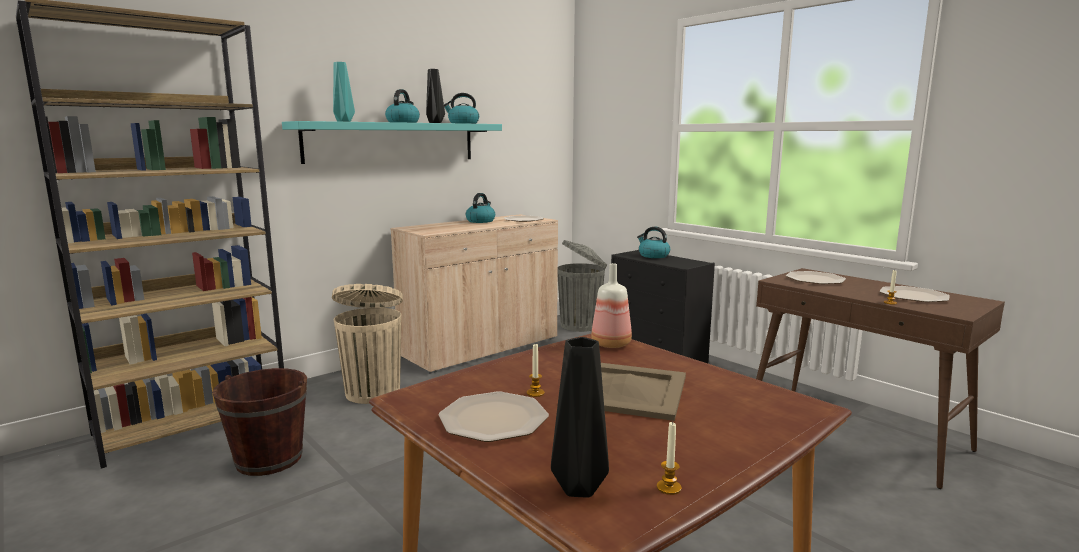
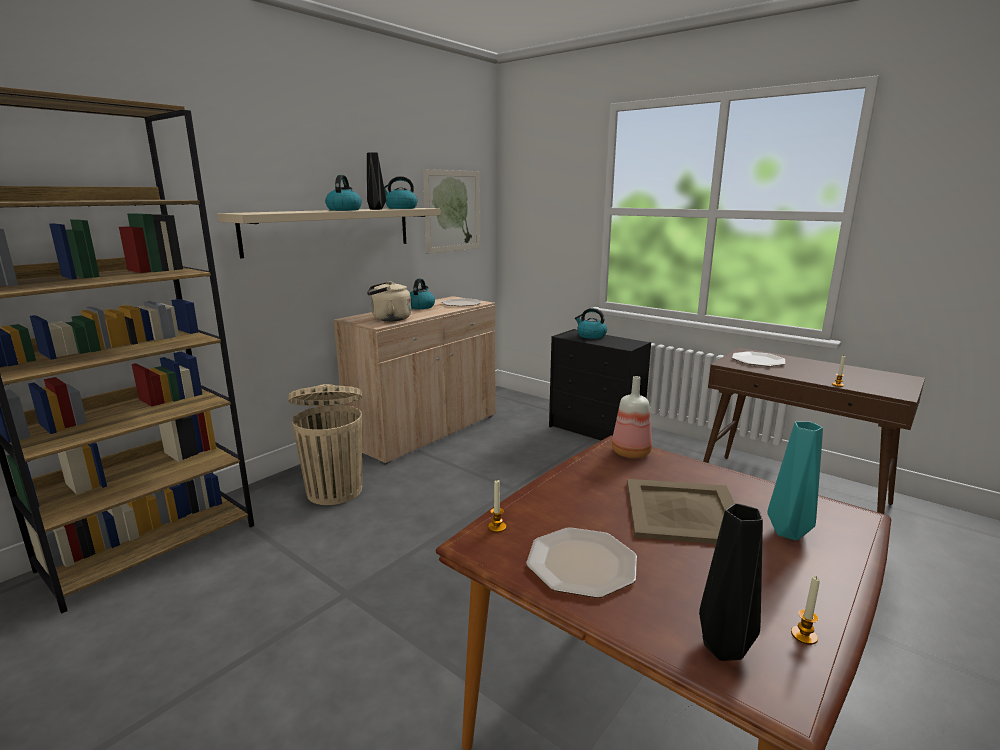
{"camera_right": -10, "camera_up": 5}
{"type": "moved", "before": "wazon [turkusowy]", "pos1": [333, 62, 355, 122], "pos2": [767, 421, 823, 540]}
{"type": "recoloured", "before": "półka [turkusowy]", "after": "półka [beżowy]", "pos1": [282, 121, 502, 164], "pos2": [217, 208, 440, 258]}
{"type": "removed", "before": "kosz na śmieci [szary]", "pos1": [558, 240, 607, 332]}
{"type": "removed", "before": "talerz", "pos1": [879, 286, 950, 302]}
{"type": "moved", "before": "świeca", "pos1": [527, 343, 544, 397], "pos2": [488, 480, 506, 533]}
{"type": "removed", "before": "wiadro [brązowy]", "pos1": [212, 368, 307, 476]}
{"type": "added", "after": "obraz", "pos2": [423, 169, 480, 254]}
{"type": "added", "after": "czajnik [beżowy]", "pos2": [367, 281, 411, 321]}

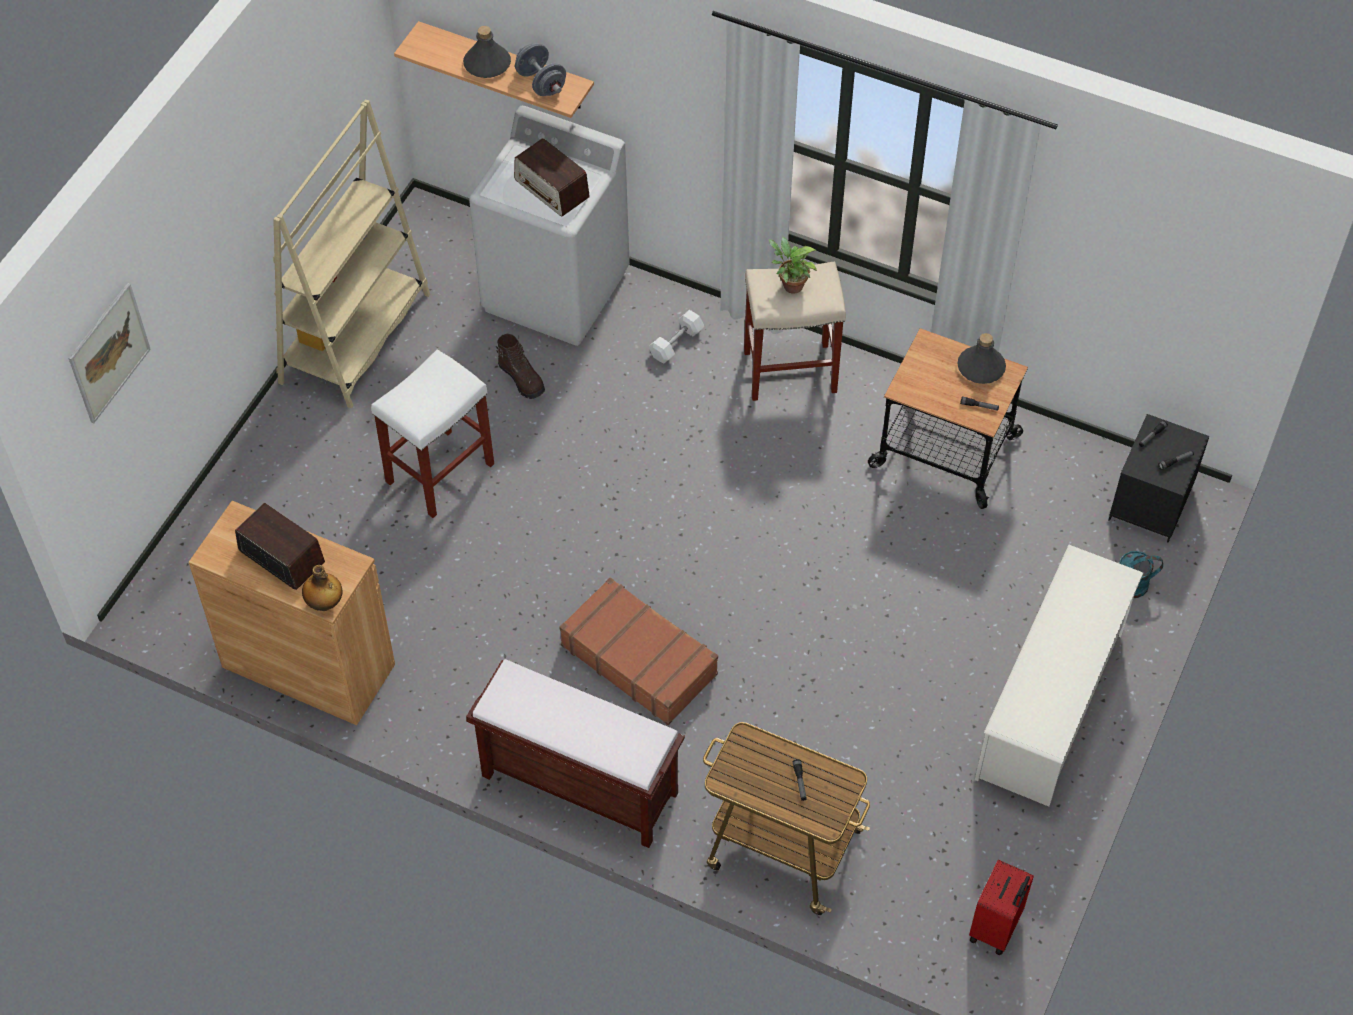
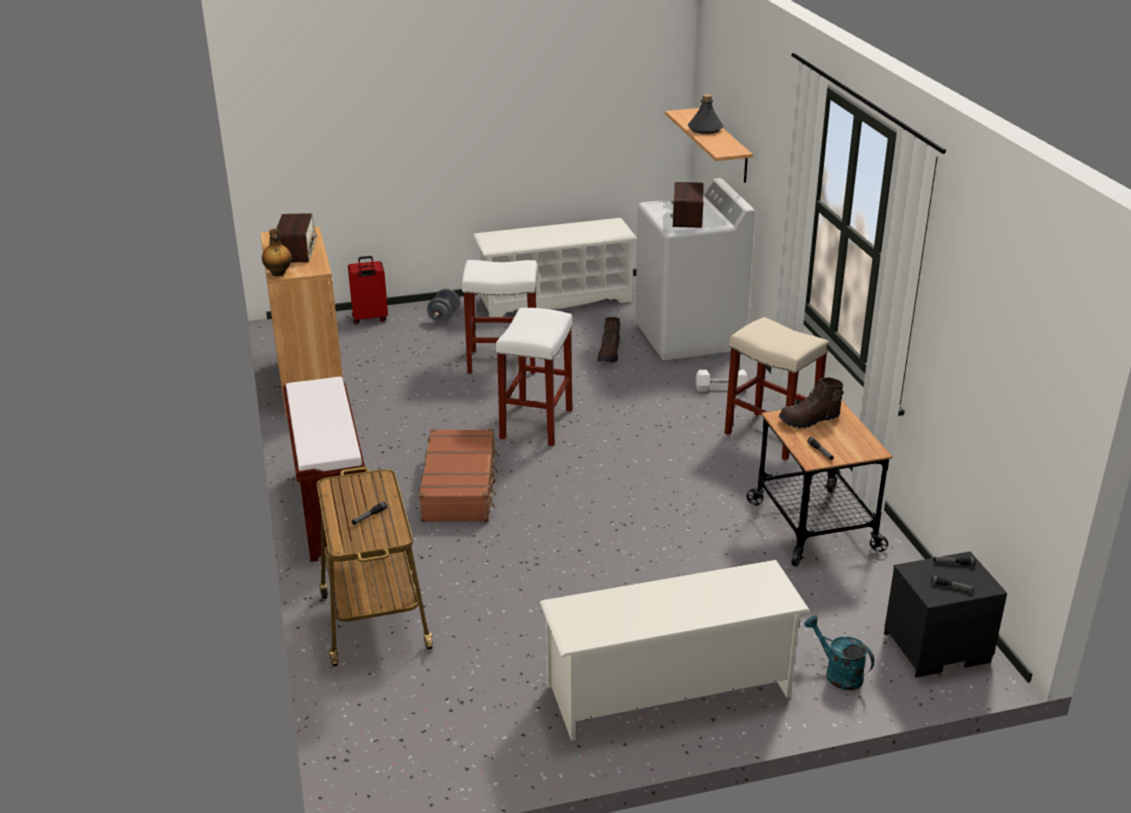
{"camera_right": 50, "camera_up": -25}
{"type": "moved", "before": "hantel [szary]", "pos1": [515, 43, 566, 96], "pos2": [427, 288, 461, 323]}
{"type": "replaced", "before": "regał [beżowy]", "after": "regał na buty [biały]", "pos1": [273, 99, 430, 408], "pos2": [473, 218, 637, 317]}
{"type": "removed", "before": "roślina doniczkowa", "pos1": [768, 237, 817, 294]}
{"type": "removed", "before": "obraz", "pos1": [68, 283, 151, 424]}
{"type": "removed", "before": "butelka [szary]", "pos1": [957, 333, 1006, 384]}
{"type": "moved", "before": "walizka [czerwony]", "pos1": [969, 859, 1034, 955], "pos2": [348, 256, 388, 325]}
{"type": "added", "after": "stołek [biały]", "pos2": [496, 308, 573, 446]}
{"type": "added", "after": "but z cholewką [brązowy]", "pos2": [779, 378, 844, 429]}

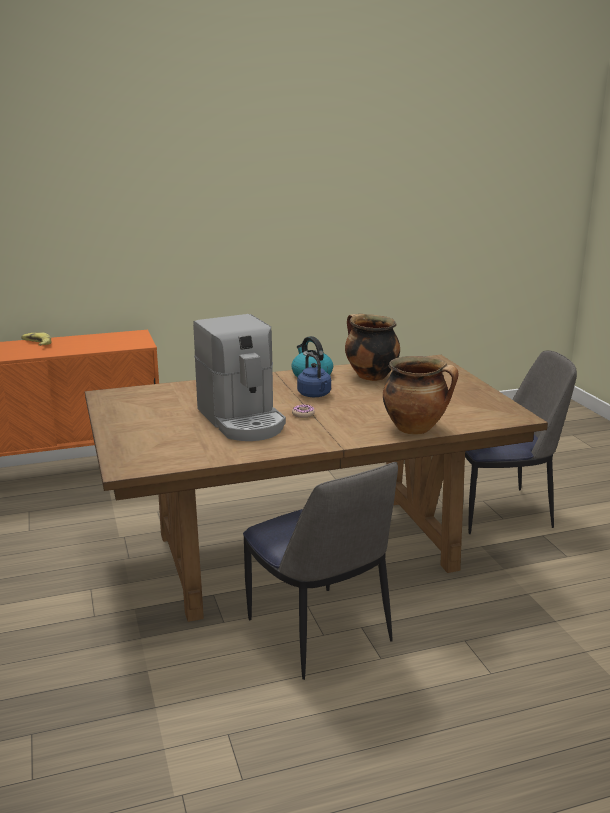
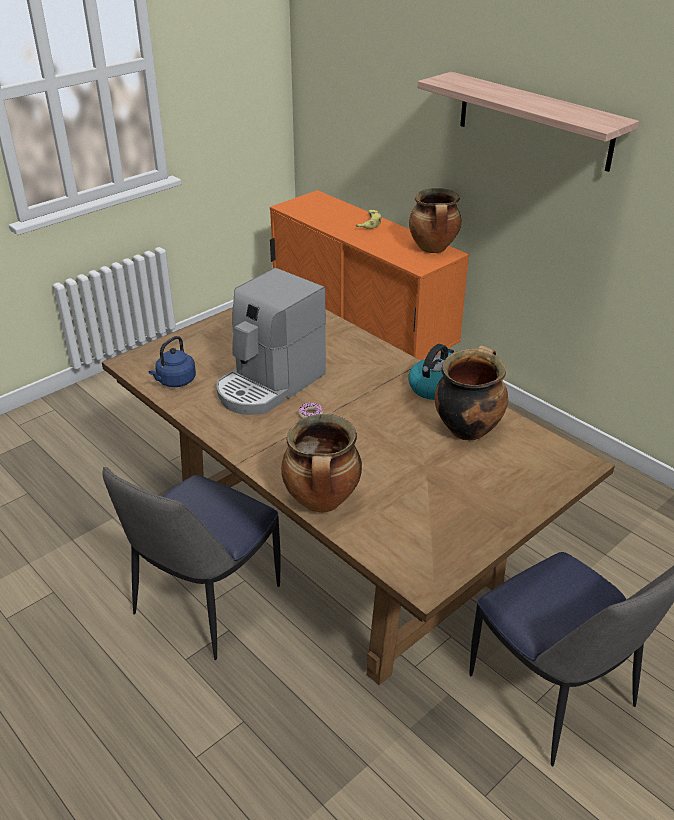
{"camera_right": 65, "camera_up": 15}
{"type": "moved", "before": "czajnik [niebieski]", "pos1": [297, 353, 331, 397], "pos2": [149, 336, 196, 387]}
{"type": "added", "after": "półka", "pos2": [417, 72, 639, 172]}
{"type": "added", "after": "garnek", "pos2": [409, 188, 461, 253]}

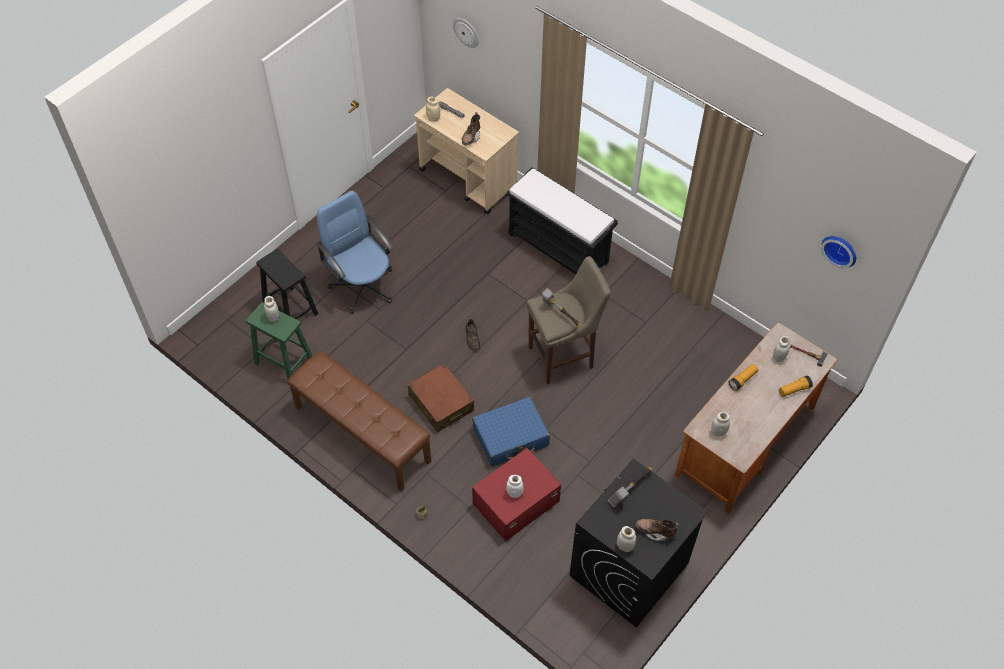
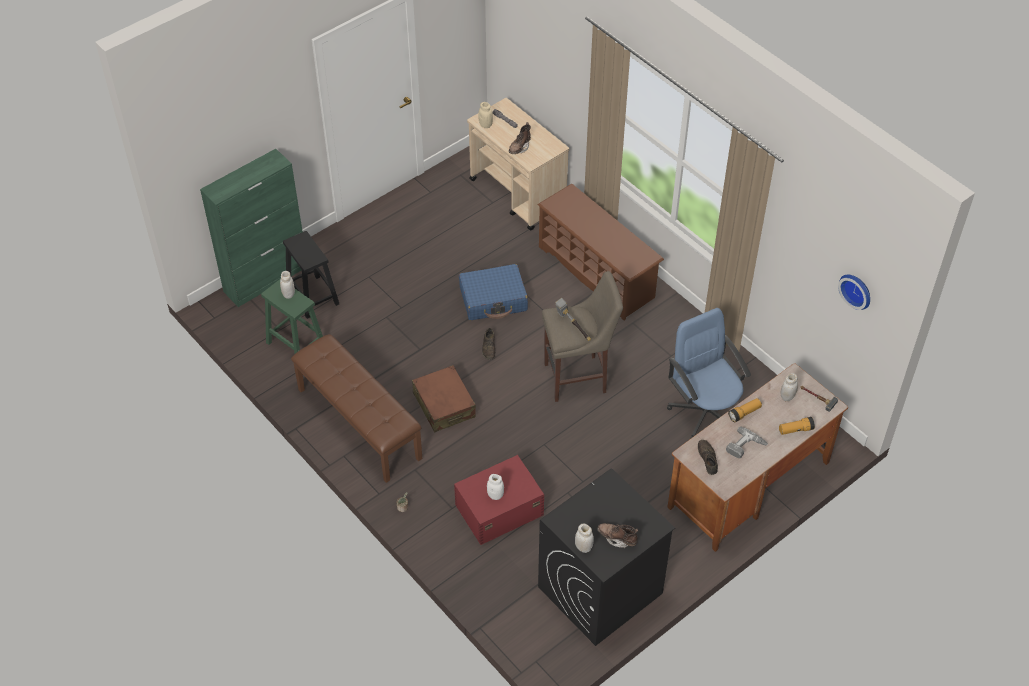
{"camera_right": 10, "camera_up": -5}
{"type": "removed", "before": "zegar ścienny", "pos1": [453, 18, 479, 48]}
{"type": "replaced", "before": "ławka [czarny]", "after": "regał na buty [brązowy]", "pos1": [506, 167, 618, 274], "pos2": [537, 184, 664, 321]}
{"type": "moved", "before": "krzesło biurowe [niebieski]", "pos1": [316, 191, 393, 314], "pos2": [667, 308, 751, 439]}
{"type": "moved", "before": "walizka [niebieski]", "pos1": [472, 397, 550, 466], "pos2": [459, 264, 528, 320]}
{"type": "replaced", "before": "słoik [biały]", "after": "but [brązowy]", "pos1": [711, 412, 730, 437], "pos2": [698, 440, 718, 475]}
{"type": "removed", "before": "młotek", "pos1": [608, 467, 652, 507]}
{"type": "added", "after": "szafka [zielony]", "pos2": [200, 149, 303, 307]}
{"type": "added", "after": "wiertarka", "pos2": [726, 426, 768, 458]}

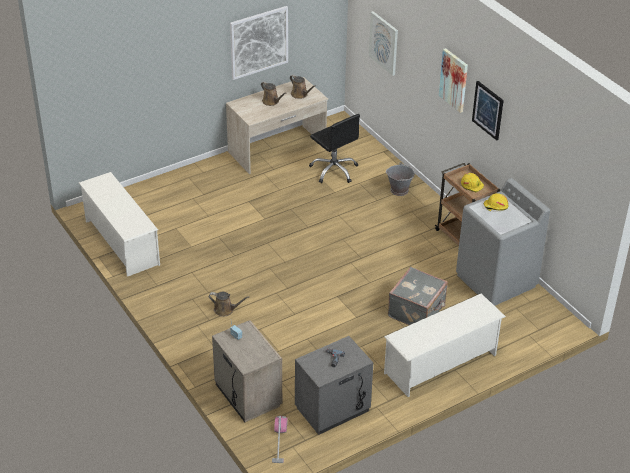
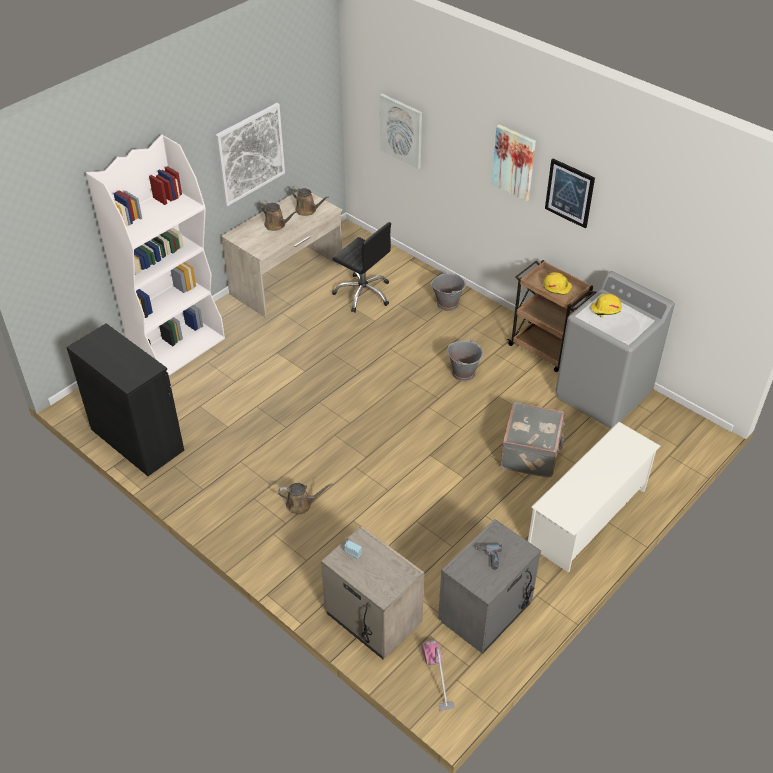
{"camera_right": -15, "camera_up": 5}
{"type": "replaced", "before": "regał na buty [biały]", "after": "szafka [czarny]", "pos1": [79, 172, 160, 277], "pos2": [66, 323, 184, 476]}
{"type": "added", "after": "regał [biały]", "pos2": [86, 135, 225, 375]}
{"type": "added", "after": "wiadro [szary]", "pos2": [448, 339, 483, 381]}

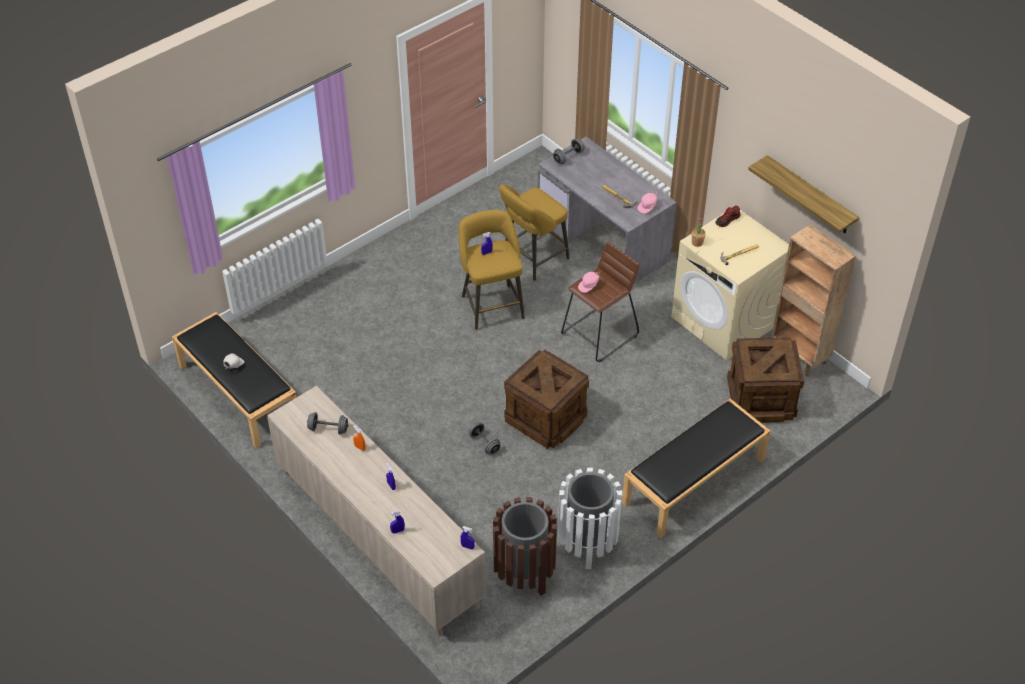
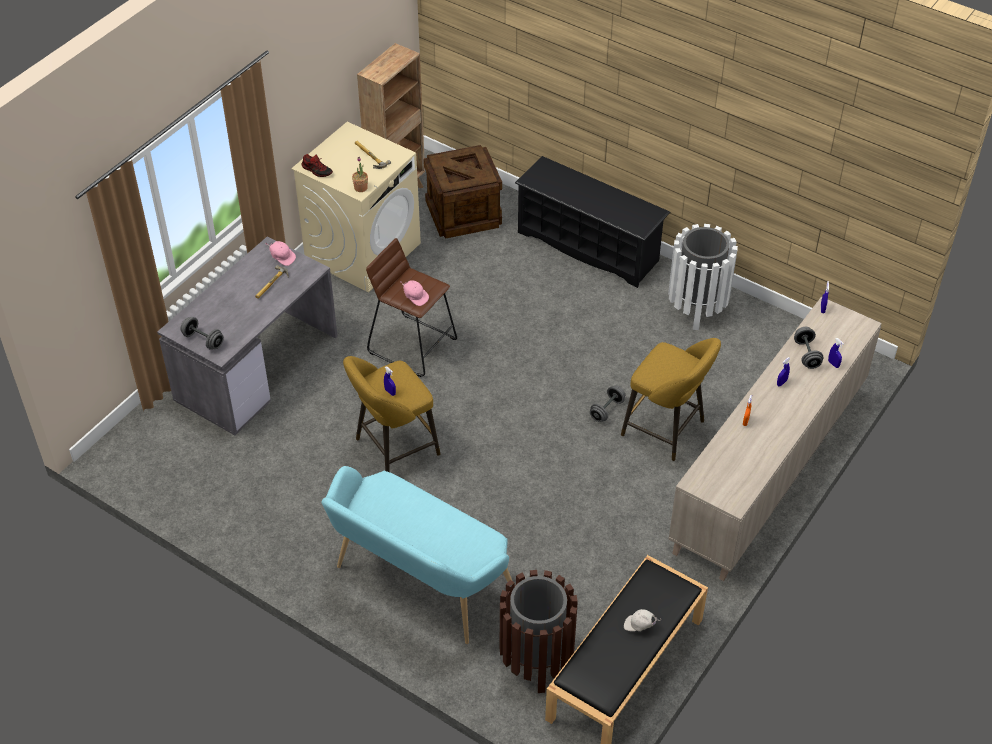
{"camera_right": -105, "camera_up": 0}
{"type": "removed", "before": "półka", "pos1": [748, 155, 859, 233]}
{"type": "moved", "before": "stołek [żółty]", "pos1": [499, 184, 570, 281], "pos2": [621, 338, 721, 461]}
{"type": "removed", "before": "skrzynka", "pos1": [504, 350, 589, 449]}
{"type": "replaced", "before": "ławka [czarny]", "after": "regał na buty [czarny]", "pos1": [622, 399, 770, 537], "pos2": [515, 156, 670, 288]}
{"type": "moved", "before": "hantel [szary]", "pos1": [307, 412, 348, 435], "pos2": [794, 327, 823, 369]}
{"type": "moved", "before": "kosz na śmieci [brązowy]", "pos1": [493, 497, 557, 596], "pos2": [500, 570, 578, 693]}
{"type": "added", "after": "ławka [turkusowy]", "pos2": [322, 466, 512, 644]}

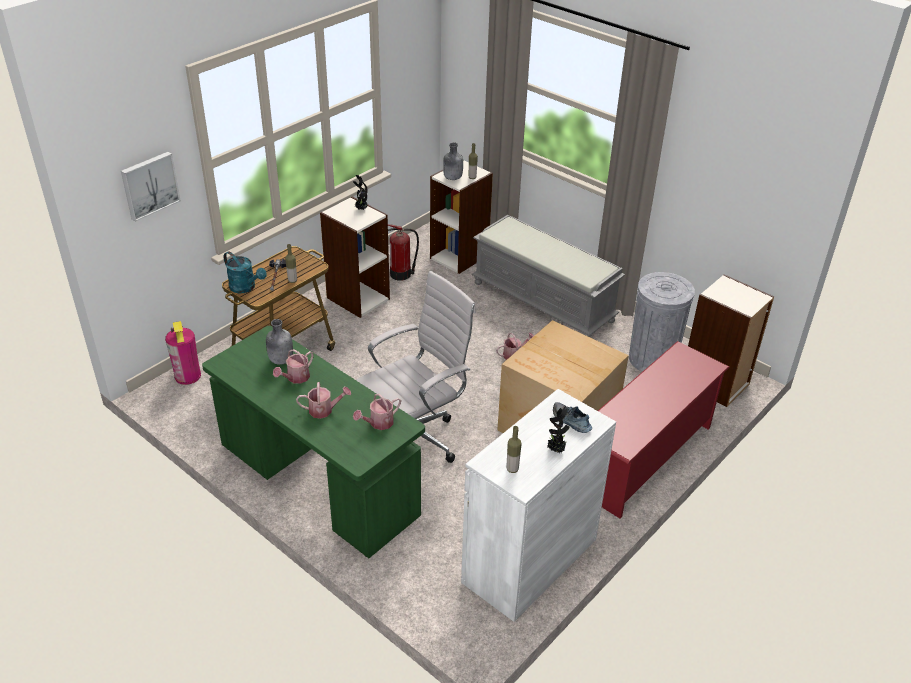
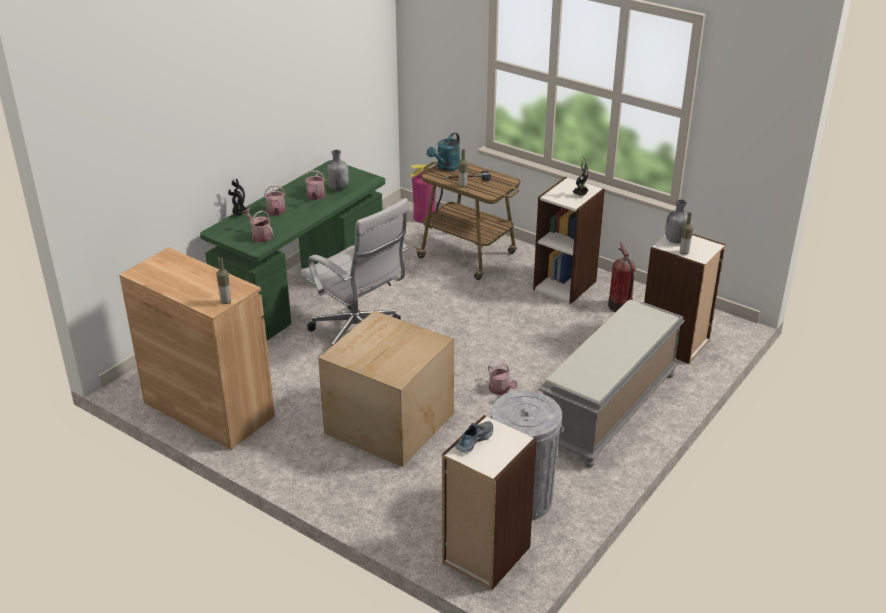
{"camera_right": 85, "camera_up": -5}
{"type": "removed", "before": "obraz", "pos1": [121, 152, 181, 222]}
{"type": "removed", "before": "regał na buty [czerwony]", "pos1": [598, 341, 729, 519]}
{"type": "turned", "before": "konewka", "pos1": [273, 349, 314, 384], "pos2": [305, 170, 326, 200], "turn": -120}
{"type": "recoloured", "before": "szafka [biały]", "after": "szafka [brązowy]", "pos1": [461, 389, 616, 622], "pos2": [119, 247, 275, 450]}
{"type": "moved", "before": "but", "pos1": [553, 402, 592, 433], "pos2": [455, 421, 493, 452]}
{"type": "moved", "before": "roślina doniczkowa", "pos1": [547, 406, 570, 453], "pos2": [228, 179, 247, 216]}
{"type": "moved", "before": "butelka", "pos1": [506, 426, 521, 473], "pos2": [216, 257, 231, 304]}

